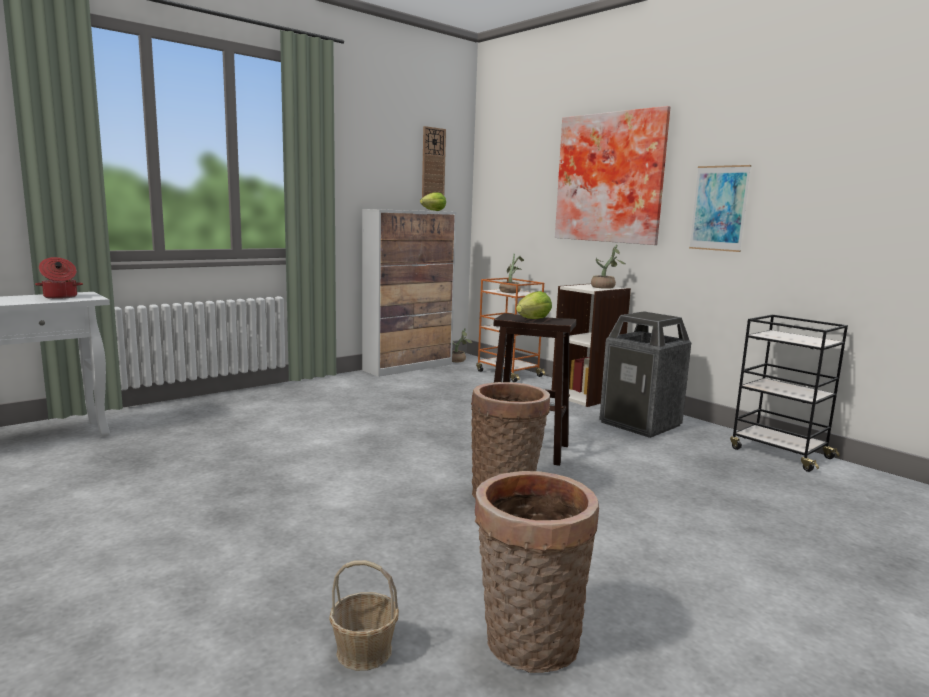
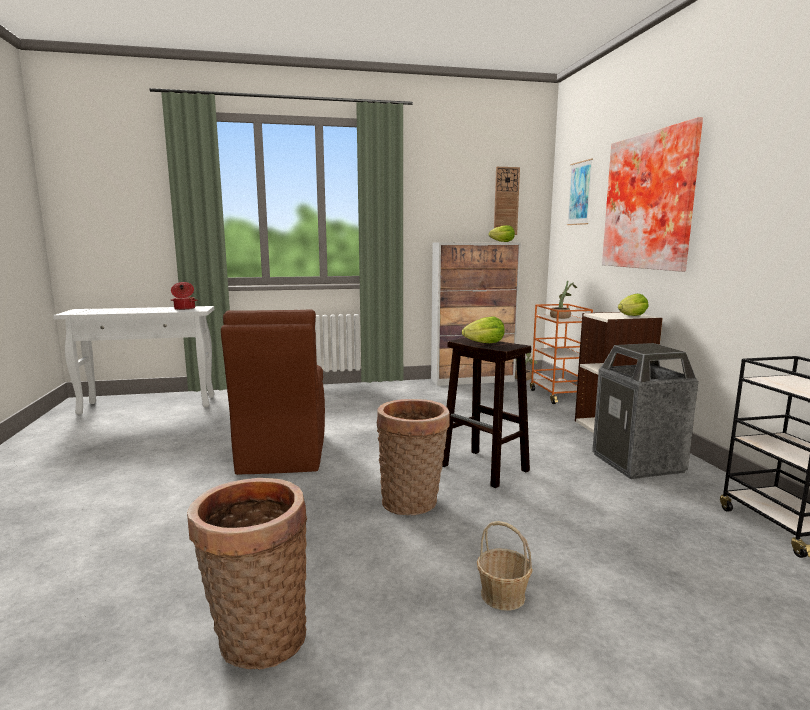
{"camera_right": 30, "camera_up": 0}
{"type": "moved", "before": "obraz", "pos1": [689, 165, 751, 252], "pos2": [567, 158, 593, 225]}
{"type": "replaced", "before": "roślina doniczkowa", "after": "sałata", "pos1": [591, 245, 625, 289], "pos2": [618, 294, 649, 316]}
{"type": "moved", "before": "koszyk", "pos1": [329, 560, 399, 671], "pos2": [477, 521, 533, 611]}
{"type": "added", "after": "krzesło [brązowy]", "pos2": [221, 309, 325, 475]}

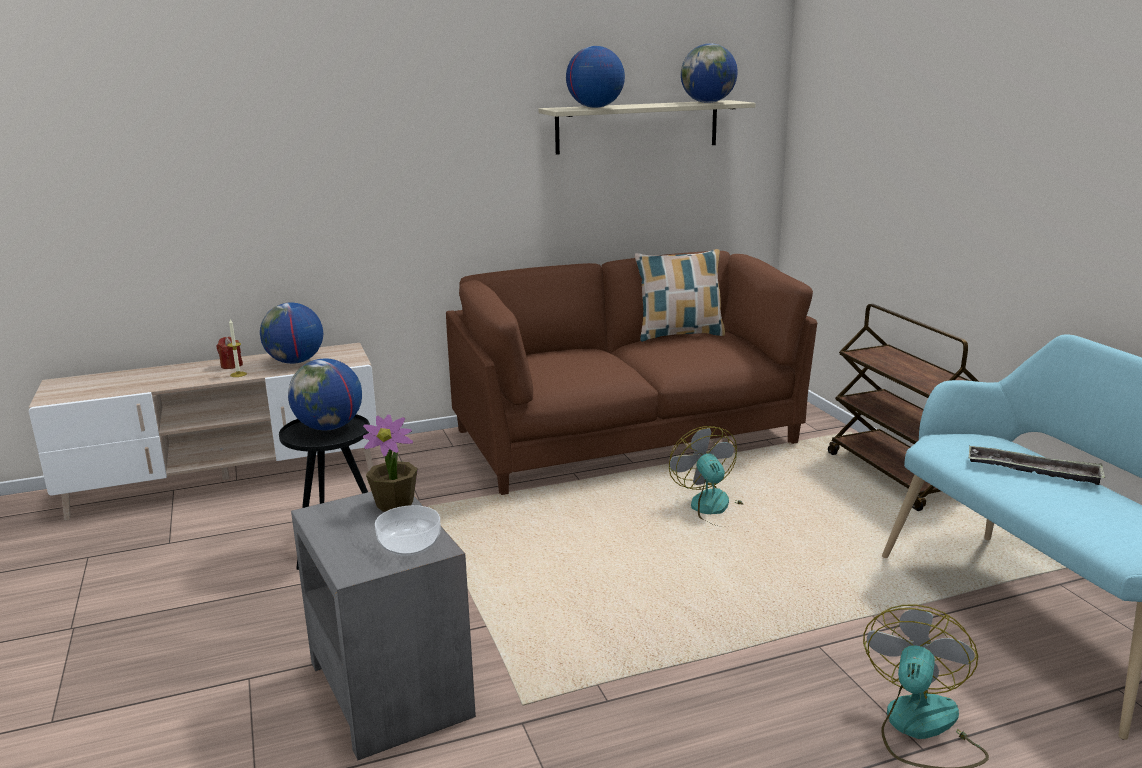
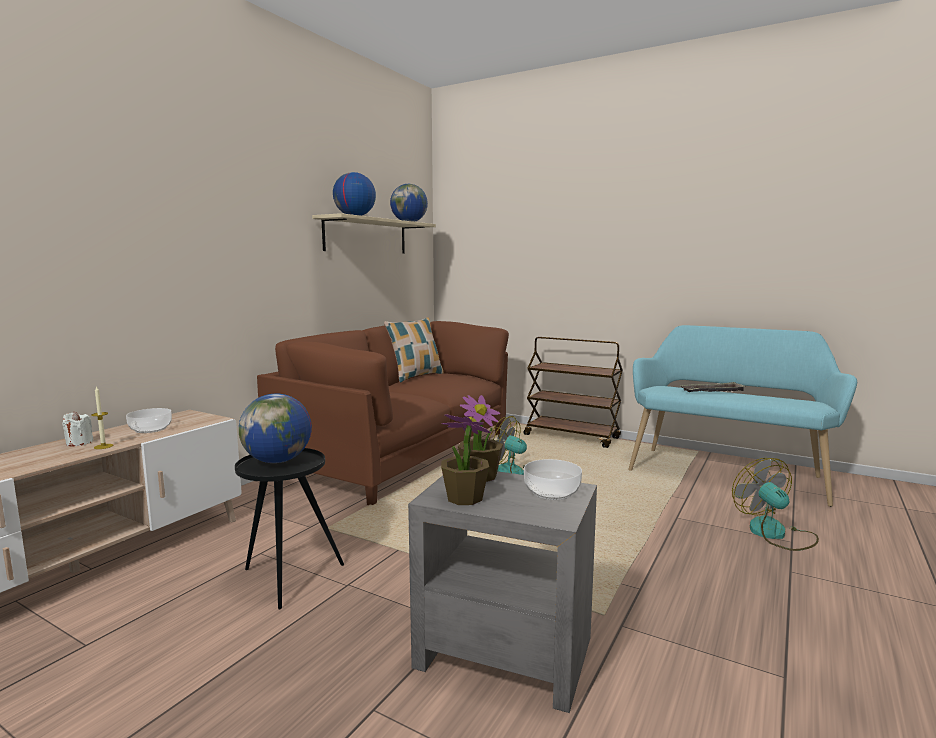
{"camera_right": -40, "camera_up": -10}
{"type": "replaced", "before": "globus", "after": "miska", "pos1": [260, 302, 323, 364], "pos2": [126, 408, 172, 433]}
{"type": "recoloured", "before": "świeca [czerwony]", "after": "świeca [biały]", "pos1": [216, 337, 243, 369], "pos2": [62, 412, 93, 447]}
{"type": "added", "after": "roślina doniczkowa", "pos2": [441, 414, 491, 505]}

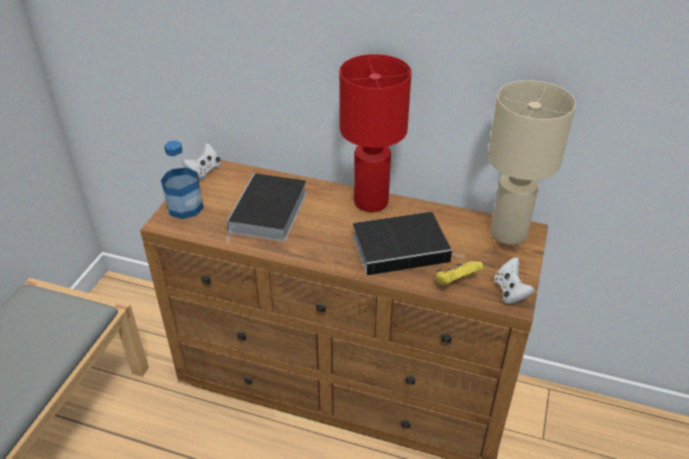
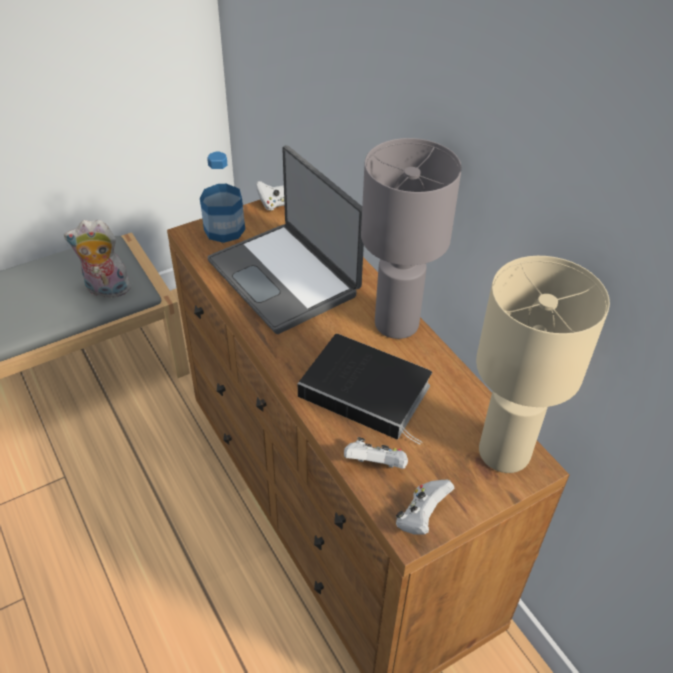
{"camera_right": 40, "camera_up": 5}
{"type": "recoloured", "before": "lampa stołowa [czerwony]", "after": "lampa stołowa [szary]", "pos1": [339, 54, 412, 212], "pos2": [361, 138, 462, 339]}
{"type": "replaced", "before": "książka", "after": "laptop", "pos1": [226, 173, 307, 244], "pos2": [207, 145, 364, 334]}
{"type": "recoloured", "before": "pad do gier [żółty]", "after": "pad do gier [biały]", "pos1": [435, 261, 484, 286], "pos2": [344, 437, 408, 469]}
{"type": "added", "after": "pluszak", "pos2": [64, 220, 131, 298]}

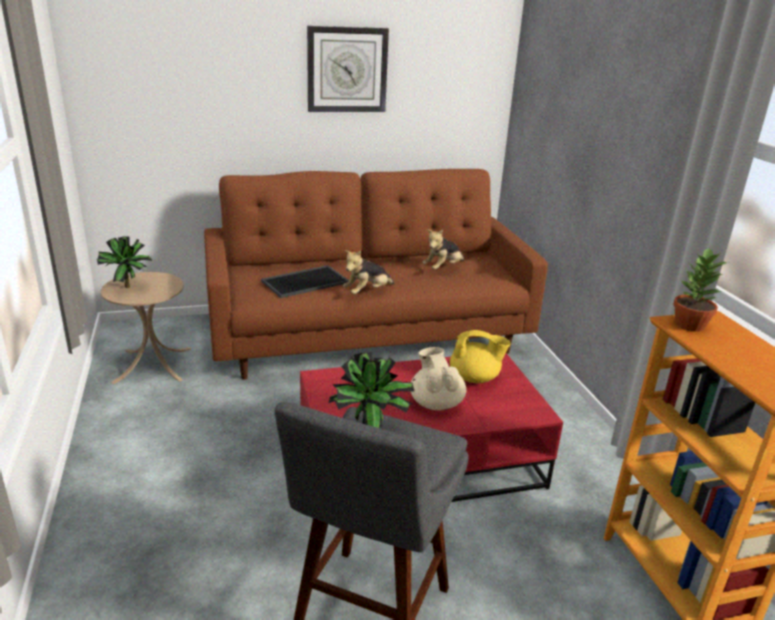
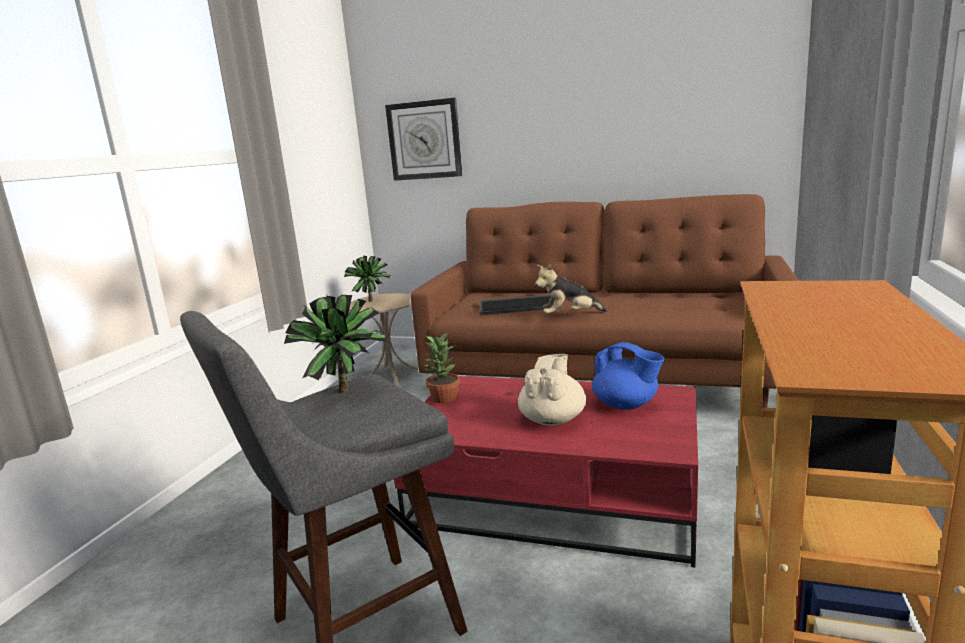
{"camera_right": 35, "camera_up": -10}
{"type": "moved", "before": "zegar ścienny", "pos1": [307, 26, 389, 112], "pos2": [385, 98, 463, 181]}
{"type": "removed", "before": "pluszak", "pos1": [422, 230, 464, 270]}
{"type": "moved", "before": "roślina doniczkowa", "pos1": [673, 247, 729, 332], "pos2": [424, 332, 460, 403]}
{"type": "recoloured", "before": "imbryk [żółty]", "after": "imbryk [niebieski]", "pos1": [450, 330, 511, 383], "pos2": [592, 342, 665, 410]}

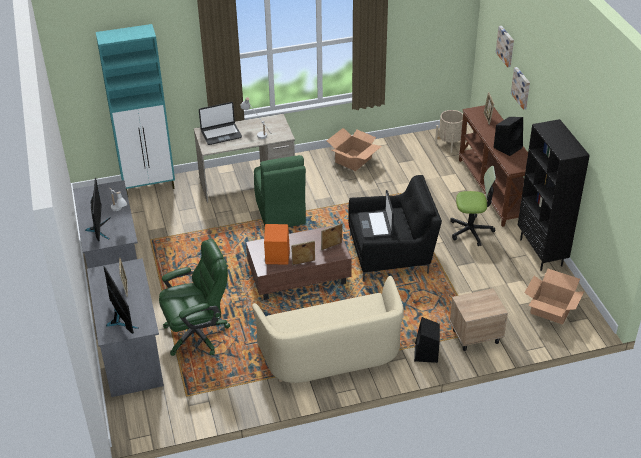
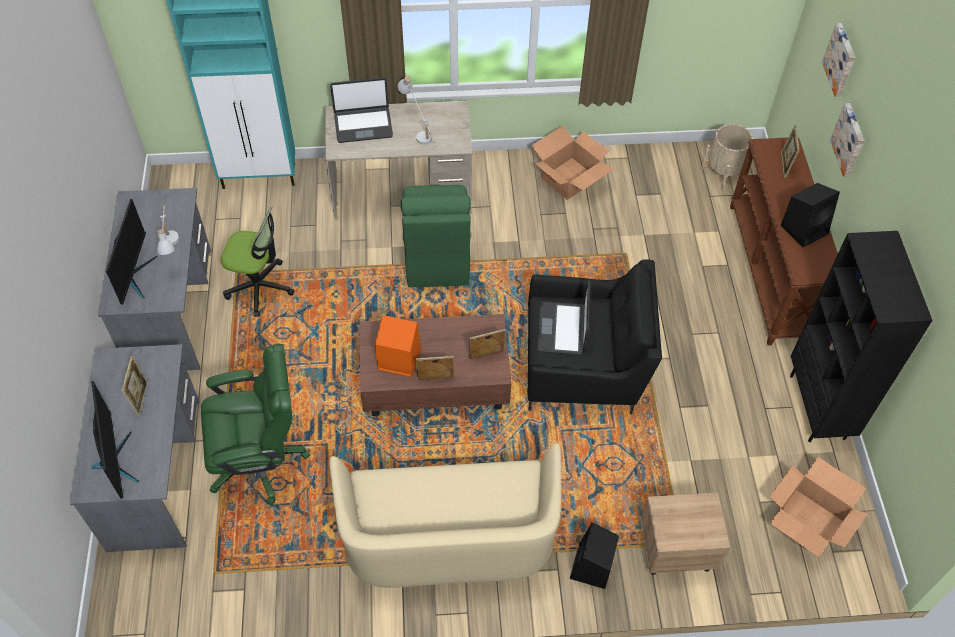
{"camera_right": 10, "camera_up": 15}
{"type": "moved", "before": "krzesło biurowe", "pos1": [450, 166, 496, 246], "pos2": [221, 207, 295, 317]}

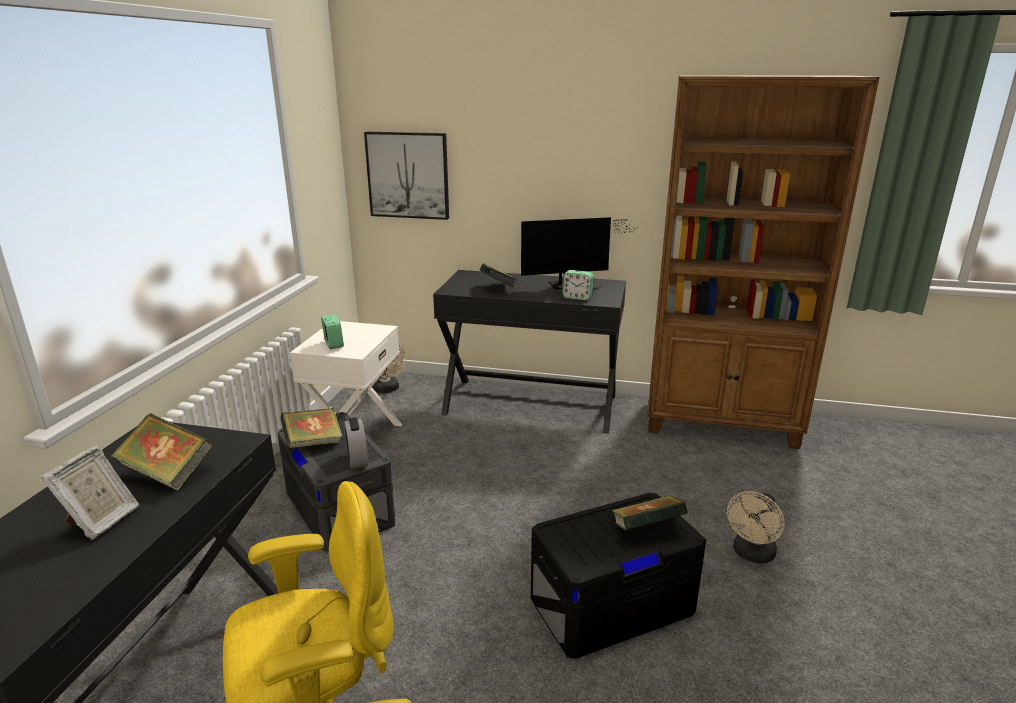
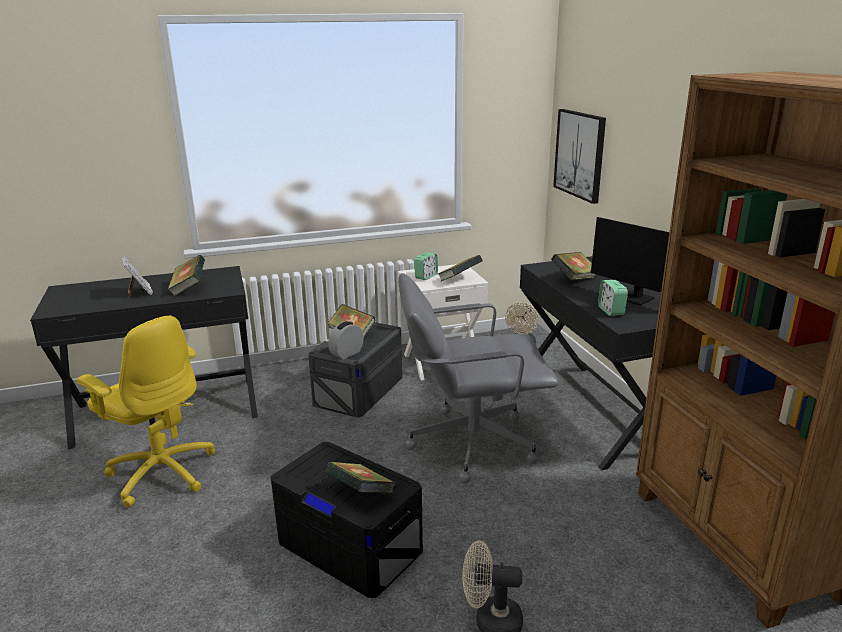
{"camera_right": 60, "camera_up": 0}
{"type": "turned", "before": "ramka na zdjęcie", "pos1": [41, 445, 139, 540], "pos2": [121, 256, 153, 298], "turn": -105}
{"type": "added", "after": "książka", "pos2": [438, 255, 482, 281]}
{"type": "added", "after": "krzesło biurowe [szary]", "pos2": [398, 273, 558, 484]}

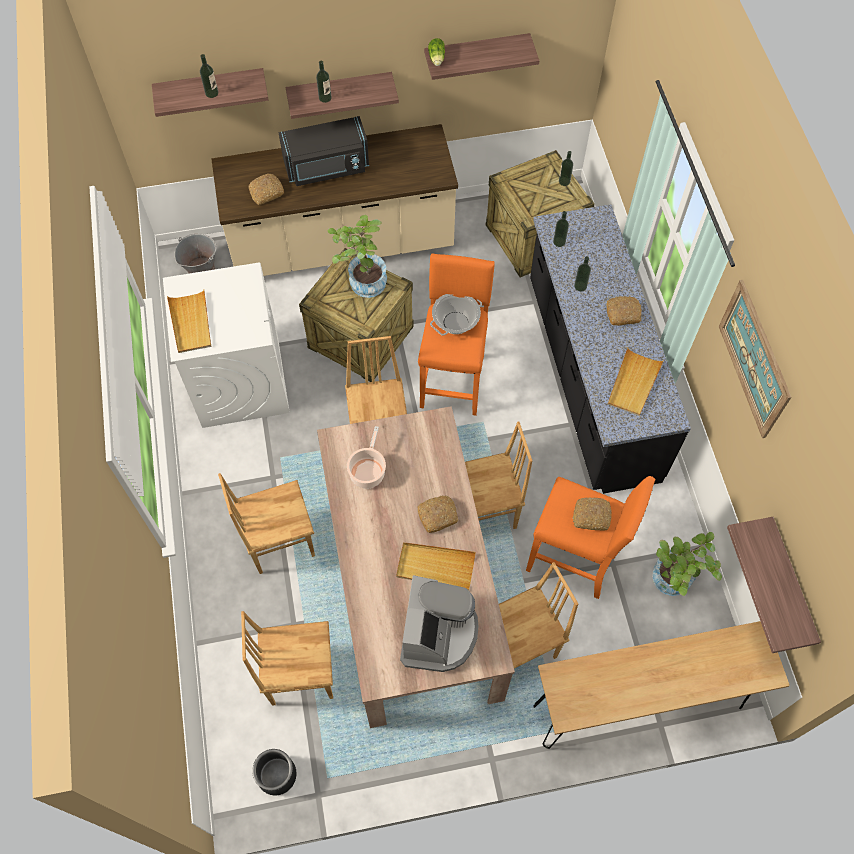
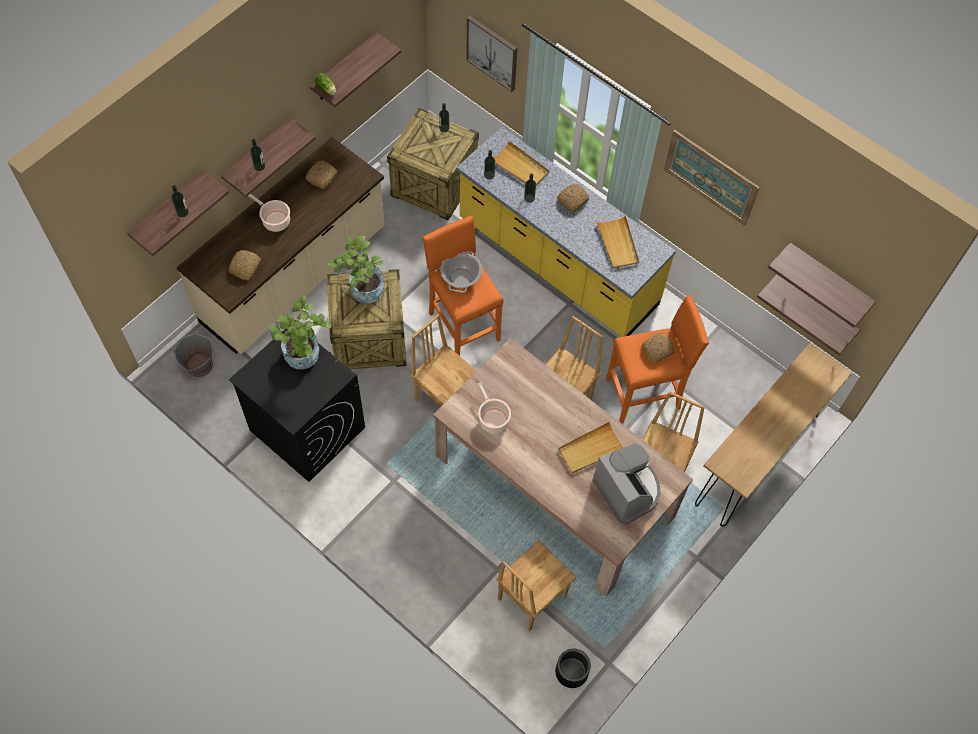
{"camera_right": -40, "camera_up": 0}
{"type": "replaced", "before": "mikrofalówka [czarny]", "after": "garnek", "pos1": [279, 116, 369, 186], "pos2": [249, 194, 290, 232]}
{"type": "recoloured", "before": "zabudowa kuchenna [czarny]", "after": "zabudowa kuchenna [żółty]", "pos1": [530, 204, 691, 494], "pos2": [456, 127, 676, 337]}
{"type": "recoloured", "before": "pralka [biały]", "after": "pralka [czarny]", "pos1": [163, 263, 290, 428], "pos2": [229, 328, 365, 482]}
{"type": "moved", "before": "taca [beżowy]", "pos1": [167, 290, 211, 353], "pos2": [494, 141, 549, 185]}
{"type": "removed", "before": "krzesło [brązowy]", "pos1": [218, 473, 315, 574]}
{"type": "moved", "before": "chleb", "pos1": [417, 495, 458, 533], "pos2": [306, 161, 337, 189]}
{"type": "moved", "before": "roślina doniczkowa", "pos1": [652, 532, 722, 596], "pos2": [268, 295, 332, 370]}
{"type": "added", "after": "obraz", "pos2": [466, 16, 517, 92]}
{"type": "added", "after": "półka", "pos2": [768, 242, 876, 328]}

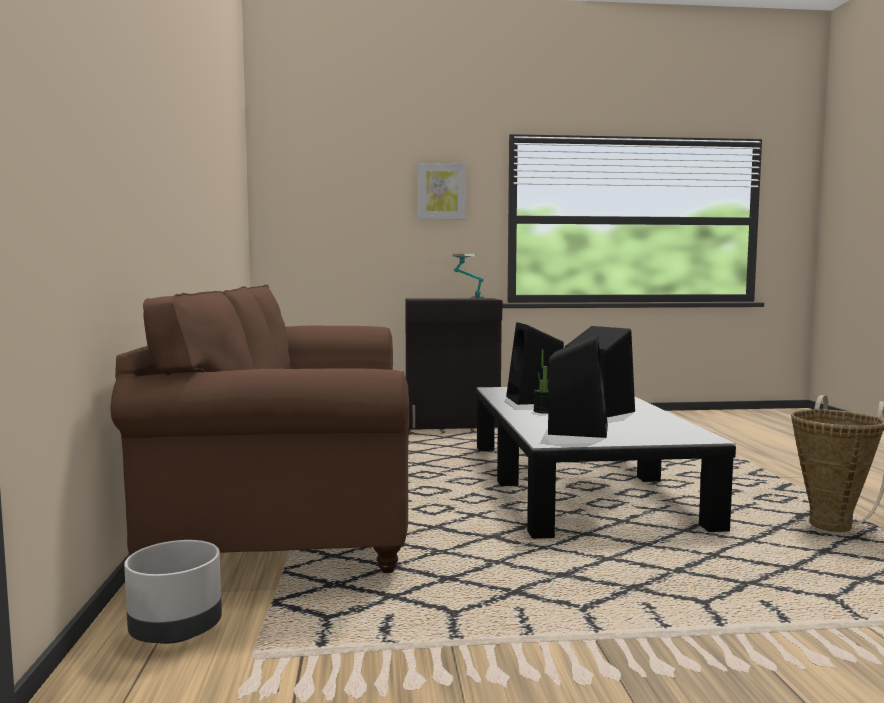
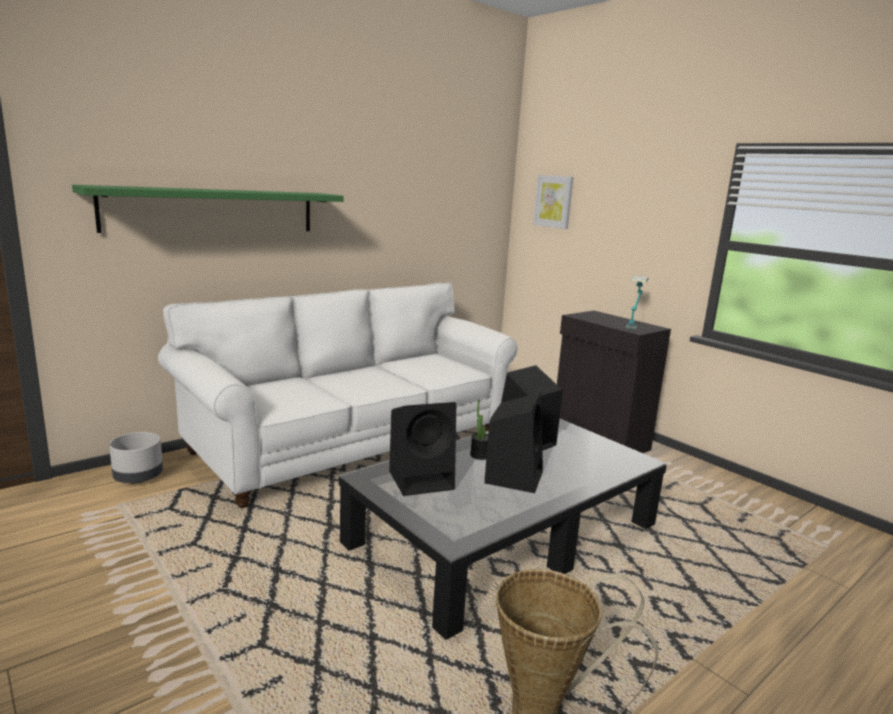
{"camera_right": 55, "camera_up": 10}
{"type": "moved", "before": "obraz", "pos1": [418, 163, 466, 219], "pos2": [533, 175, 573, 229]}
{"type": "recoloured", "before": "kanapa [brązowy]", "after": "kanapa [biały]", "pos1": [111, 284, 409, 573], "pos2": [158, 282, 518, 508]}
{"type": "added", "after": "półka [zielony]", "pos2": [72, 185, 344, 233]}

